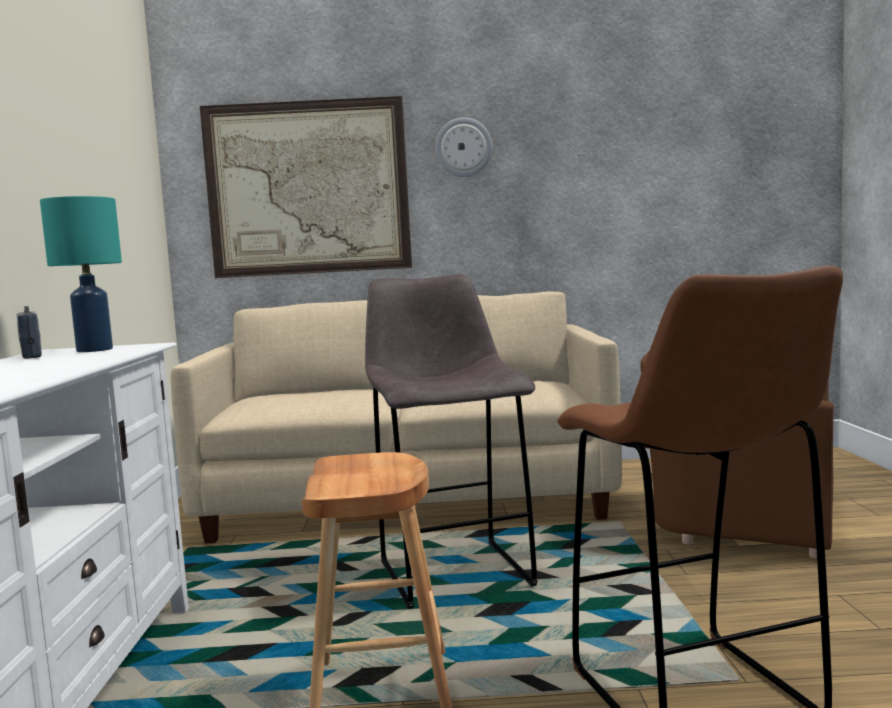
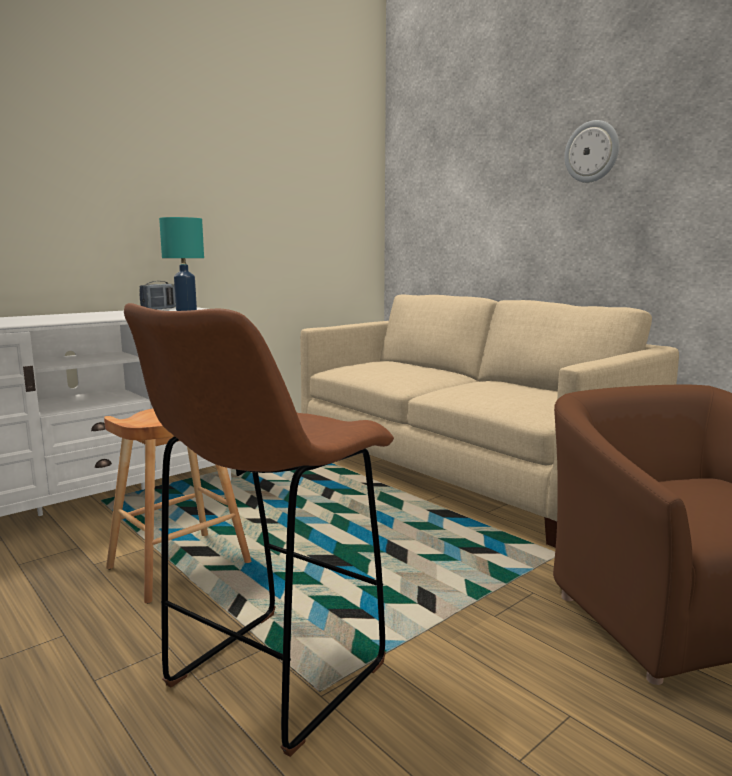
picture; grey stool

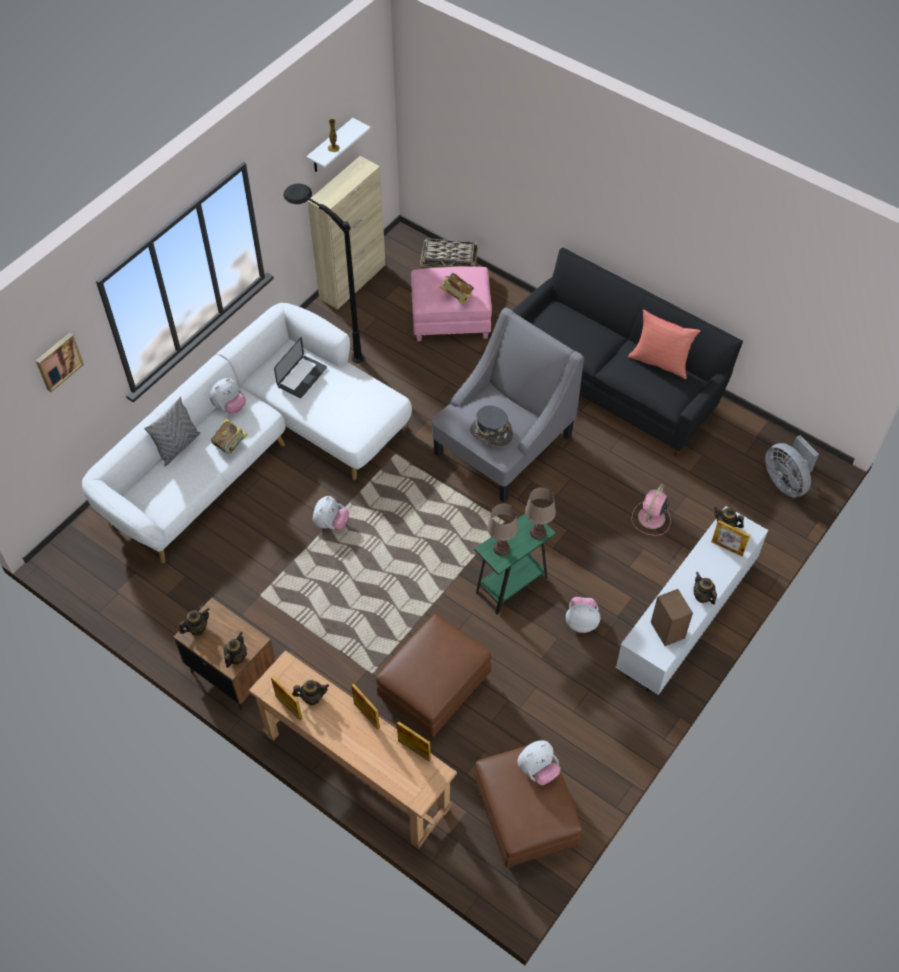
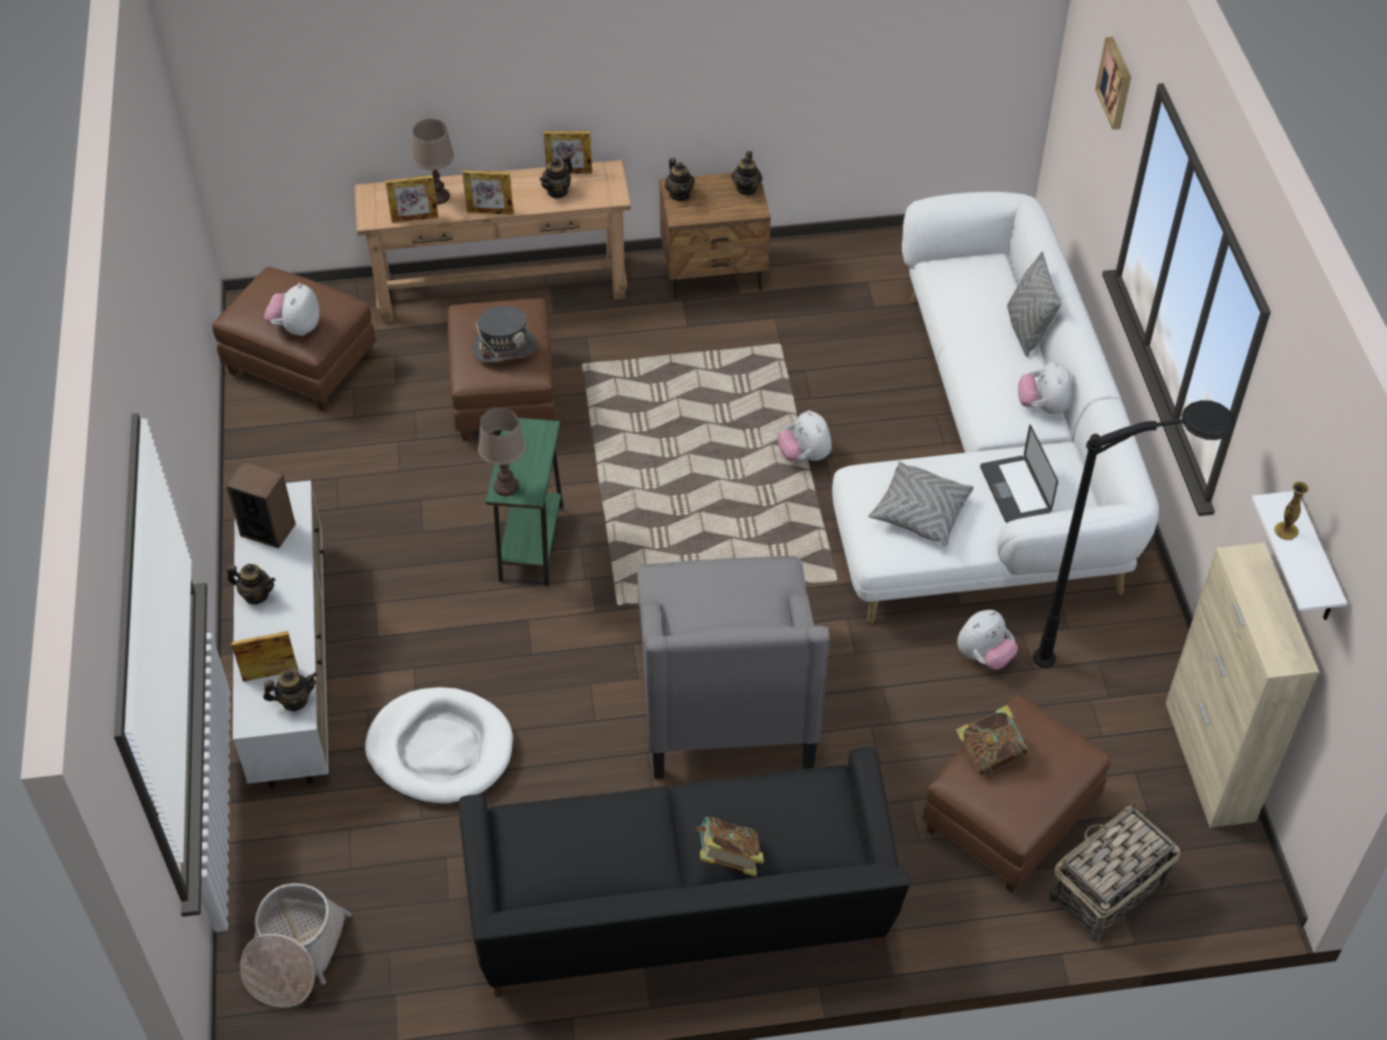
book (no. 1 from left); brownish footrest (no. 3 from left); grey clothing hat; brownish tabletop lamp (no. 1 from left); plush toy (no. 3 from left); red pillow; white-coloured dog bed; basket (no. 1 from left); grey pillow (no. 1 from left)

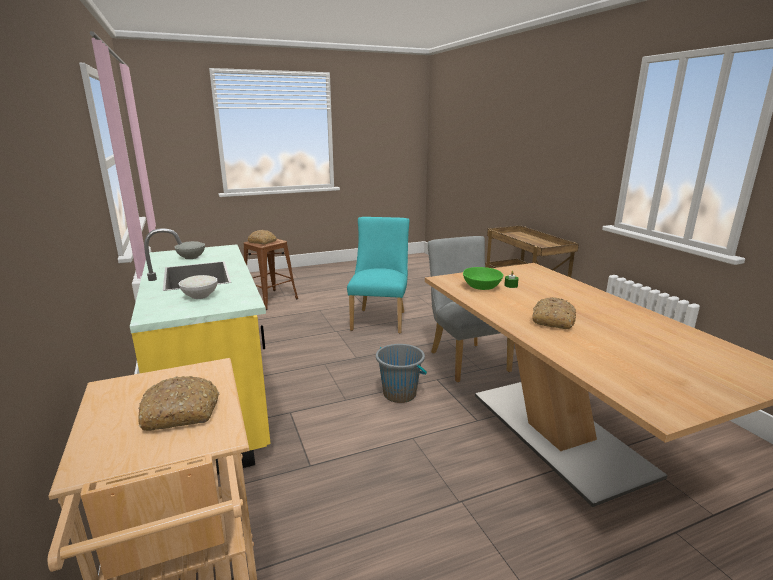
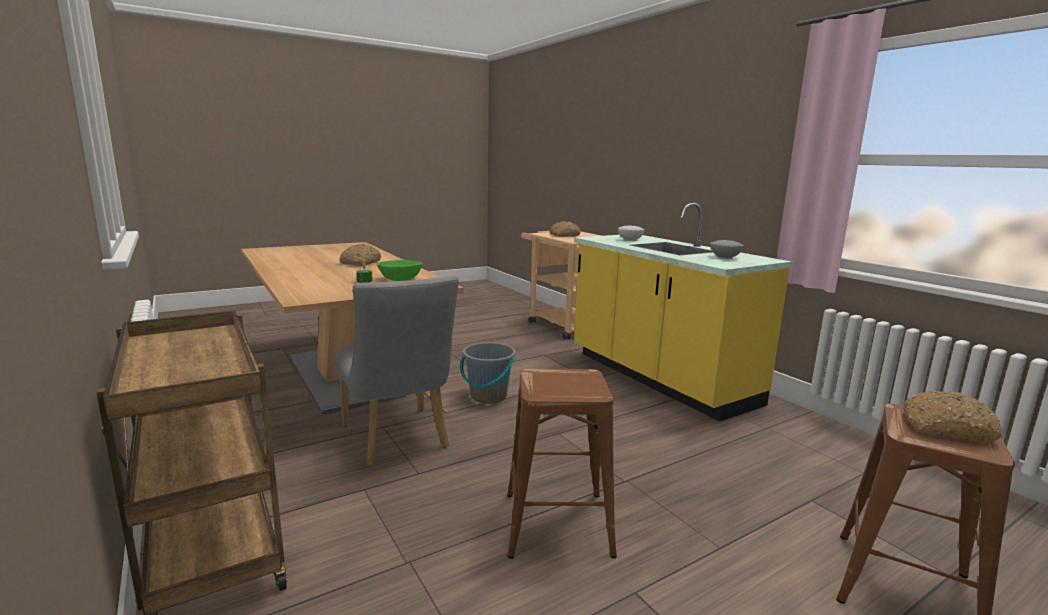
brownish stool (no. 1 from left)

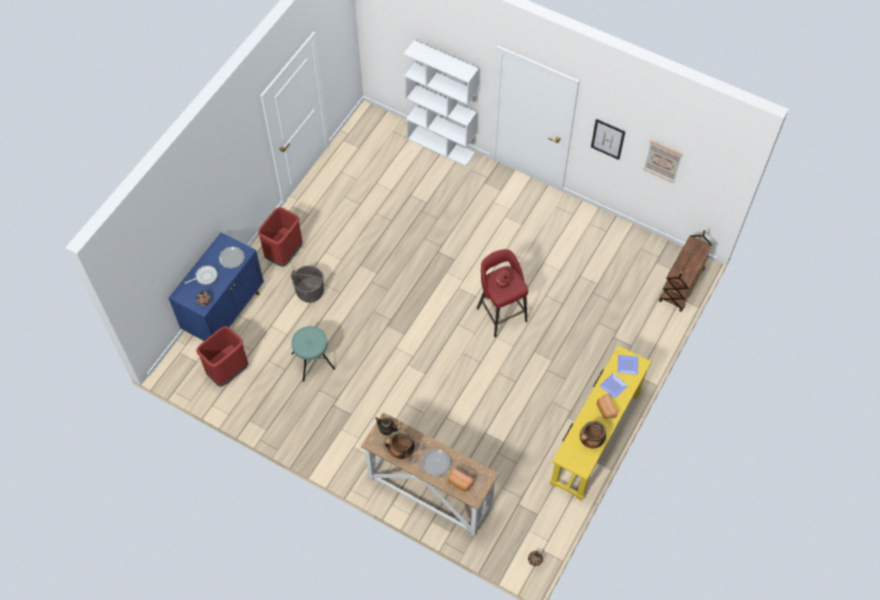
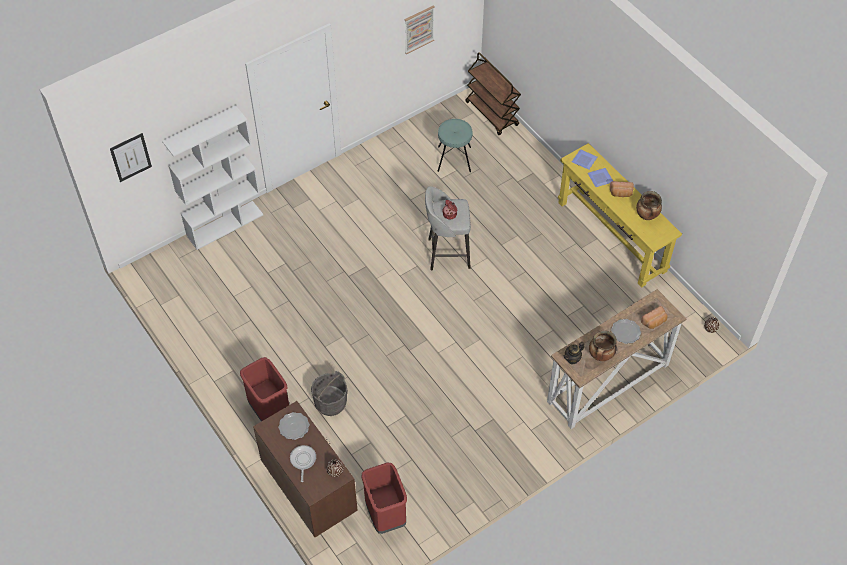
brownish storage cabinet; turquoise stool; grey stool; picture (no. 1 from left)

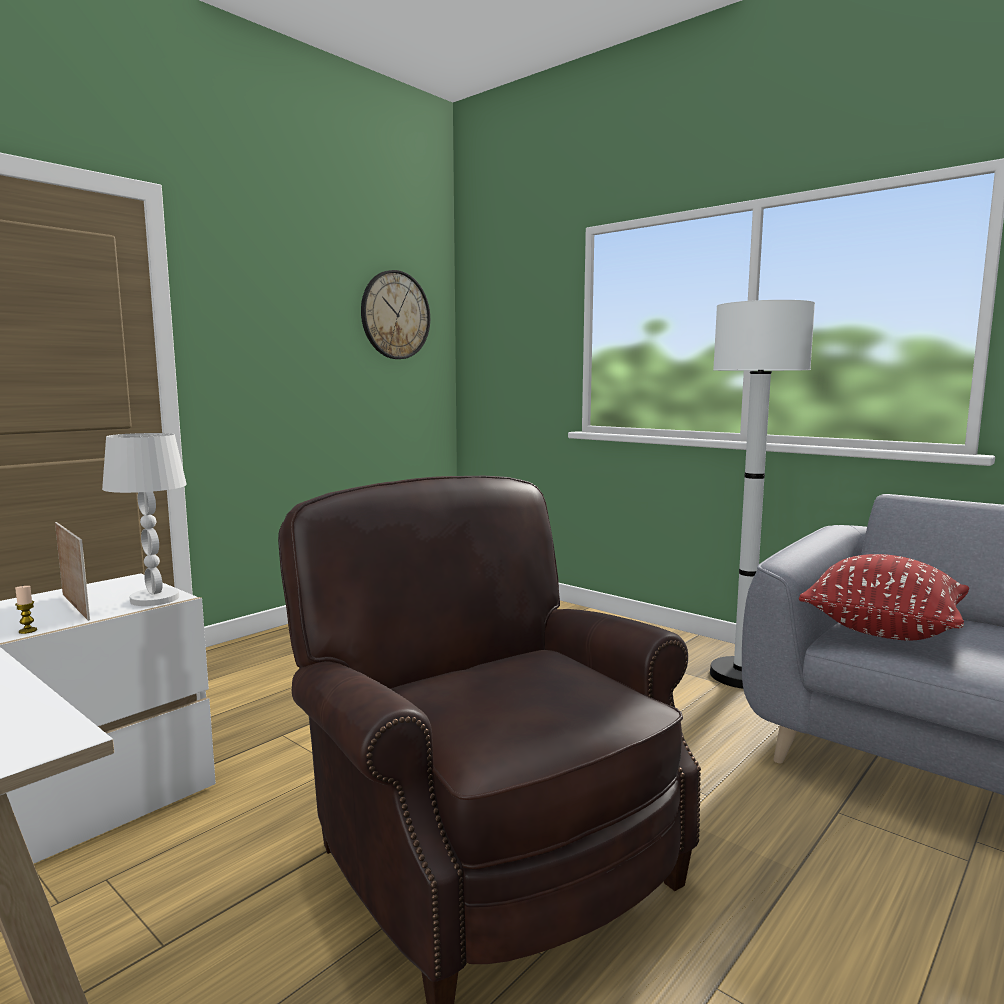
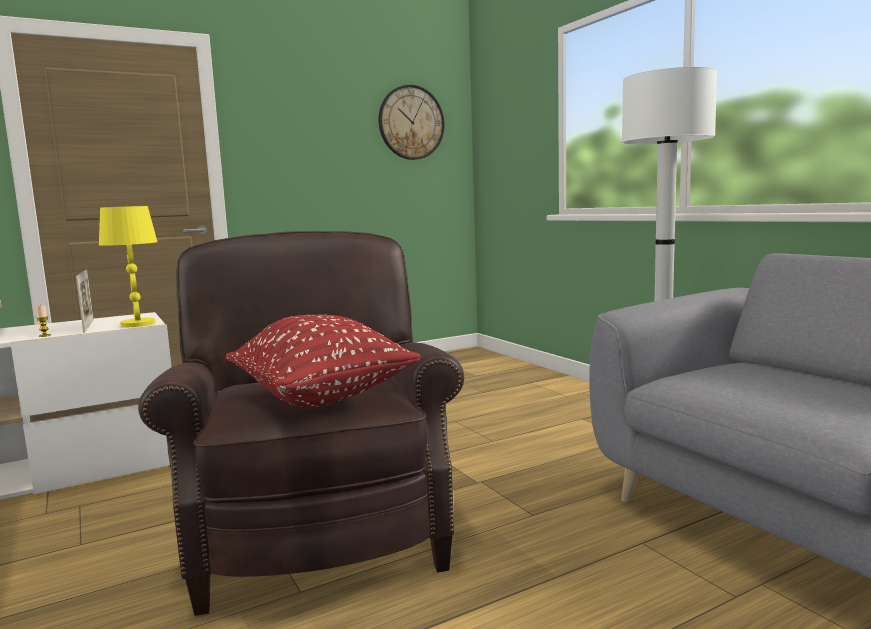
yellow-coloured tabletop lamp; red pillow

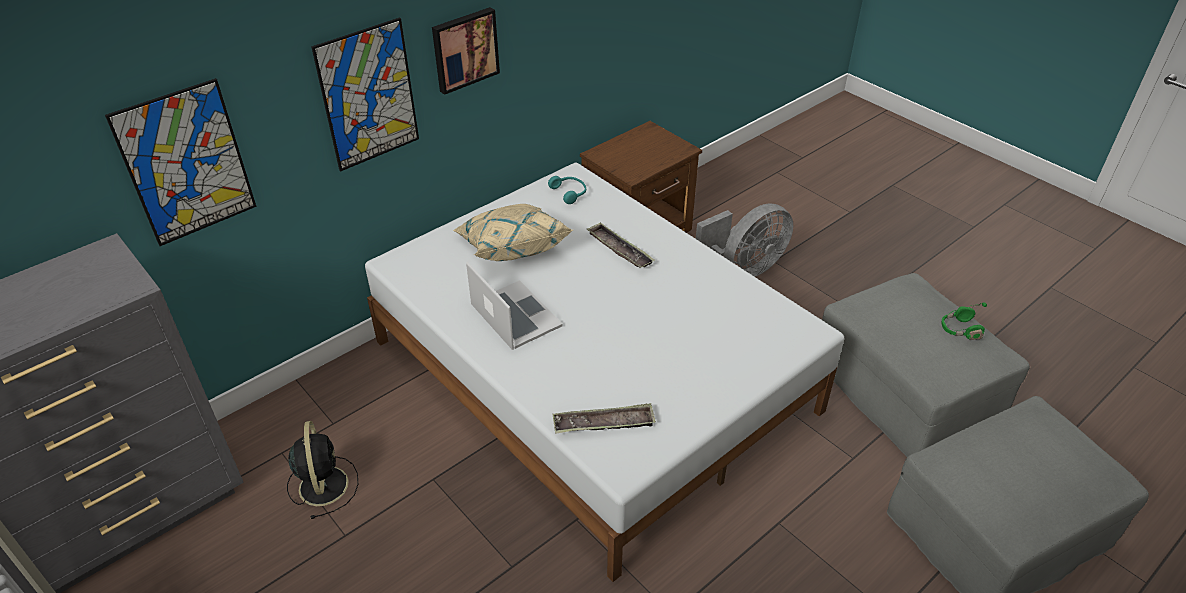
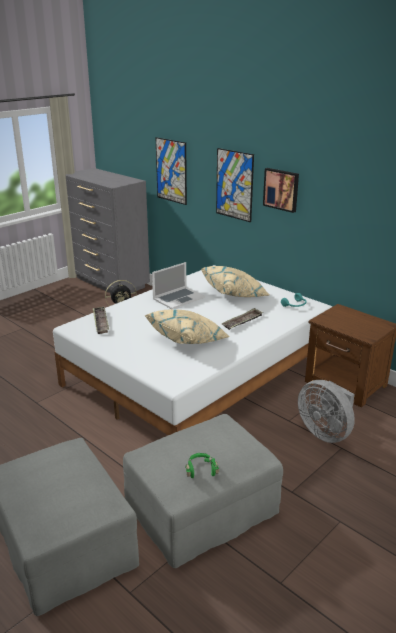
beige-coloured pillow (no. 1 from left)

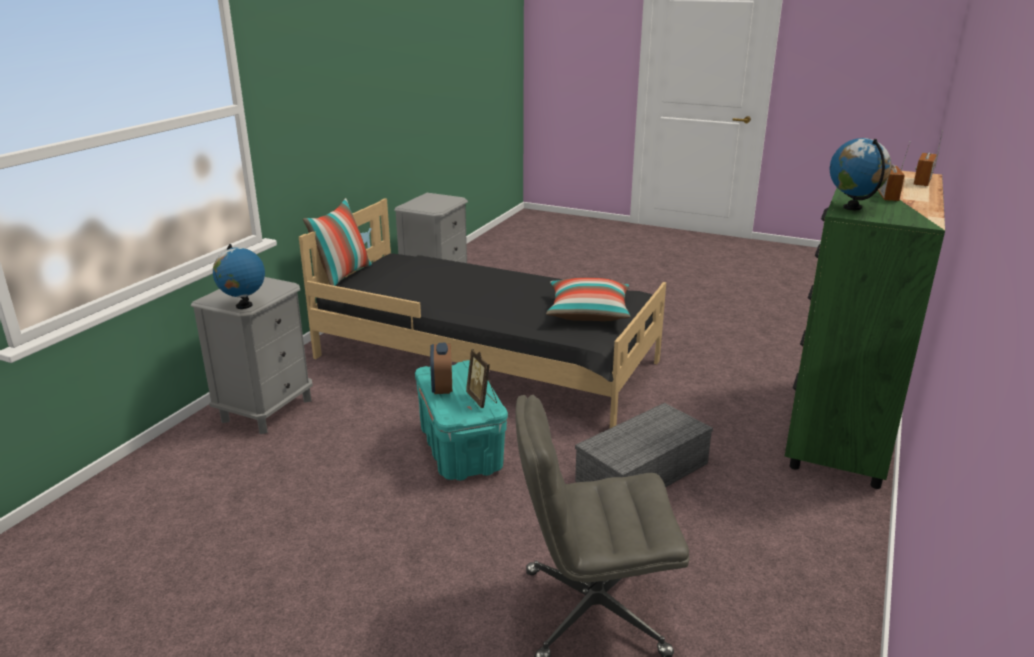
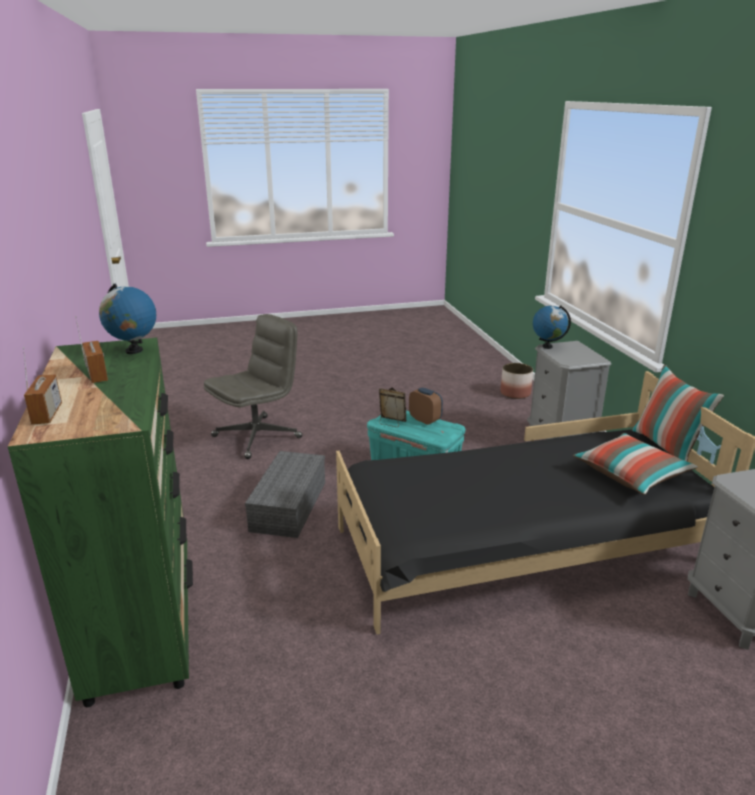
pillow (no. 1 from left); flower pot

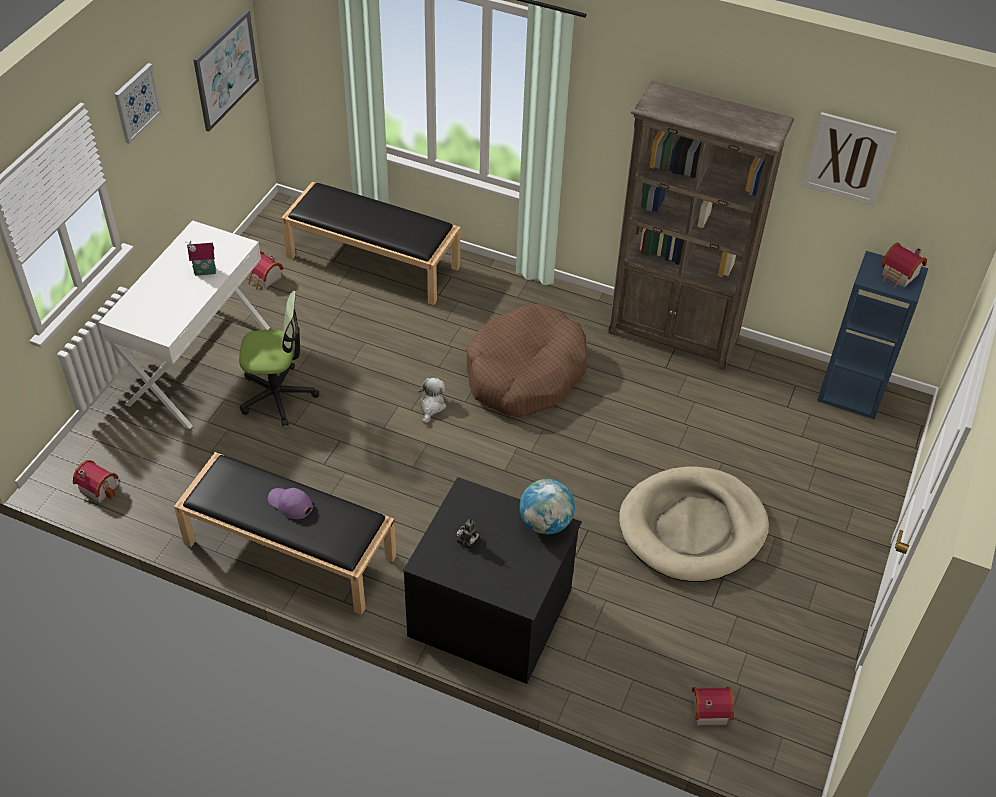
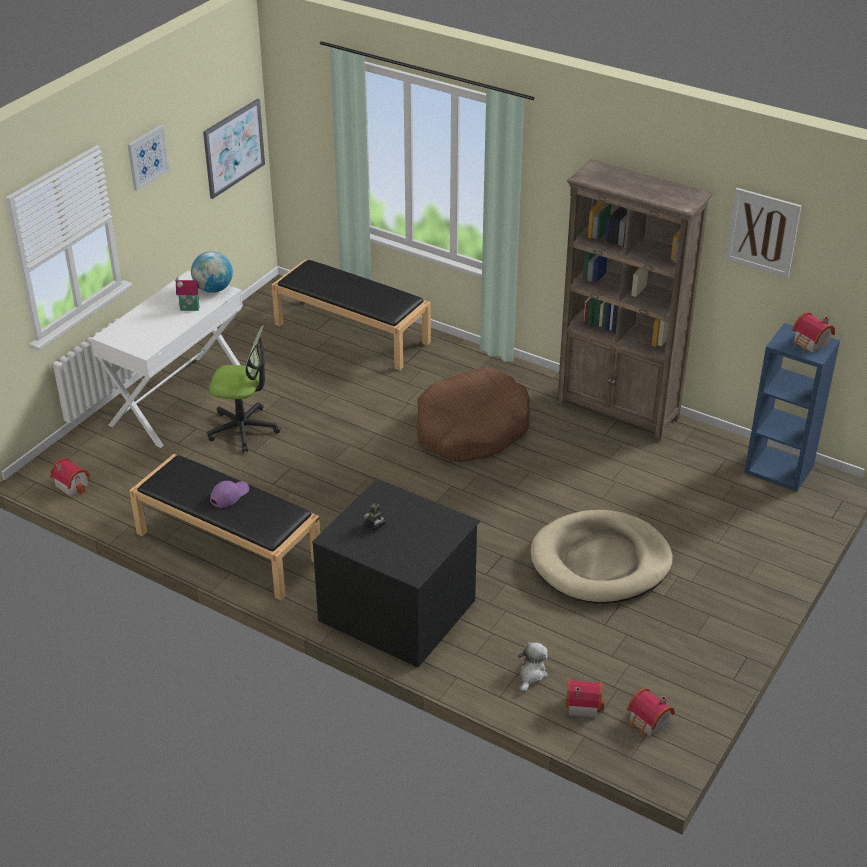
miniature house (no. 4 from left); purple-coloured peaked cap; plush toy; world globe

